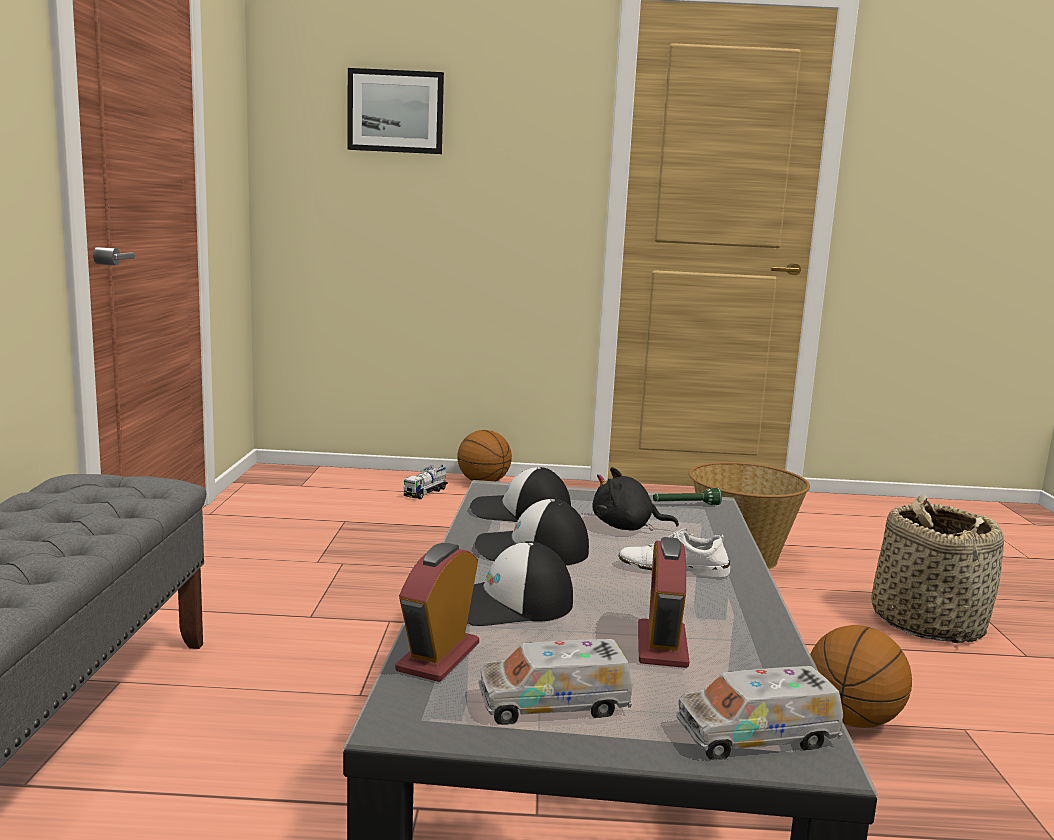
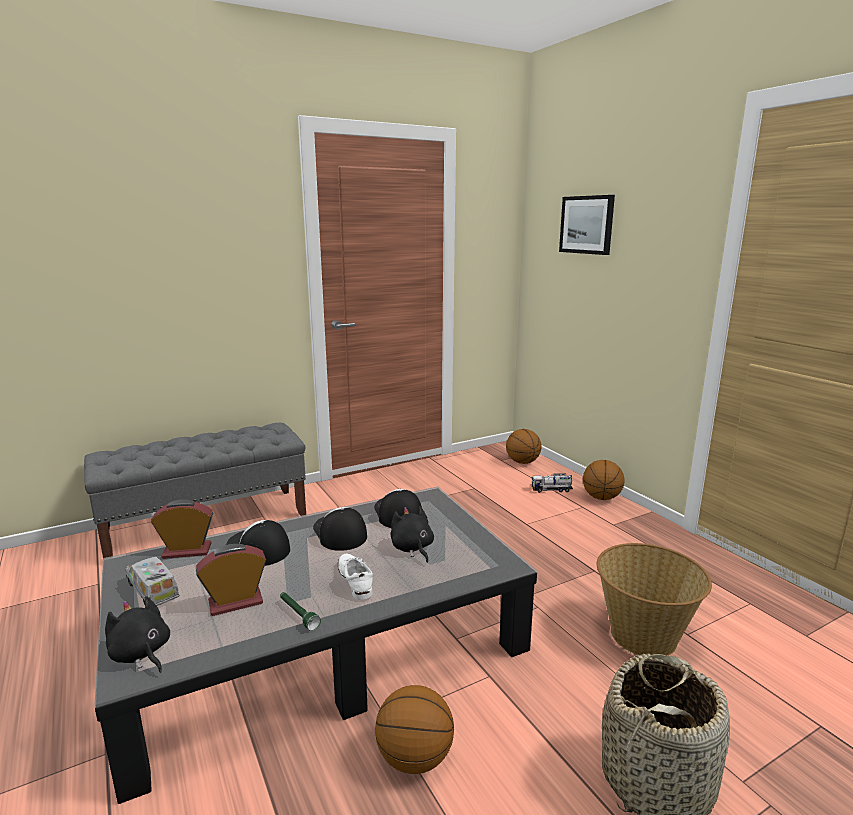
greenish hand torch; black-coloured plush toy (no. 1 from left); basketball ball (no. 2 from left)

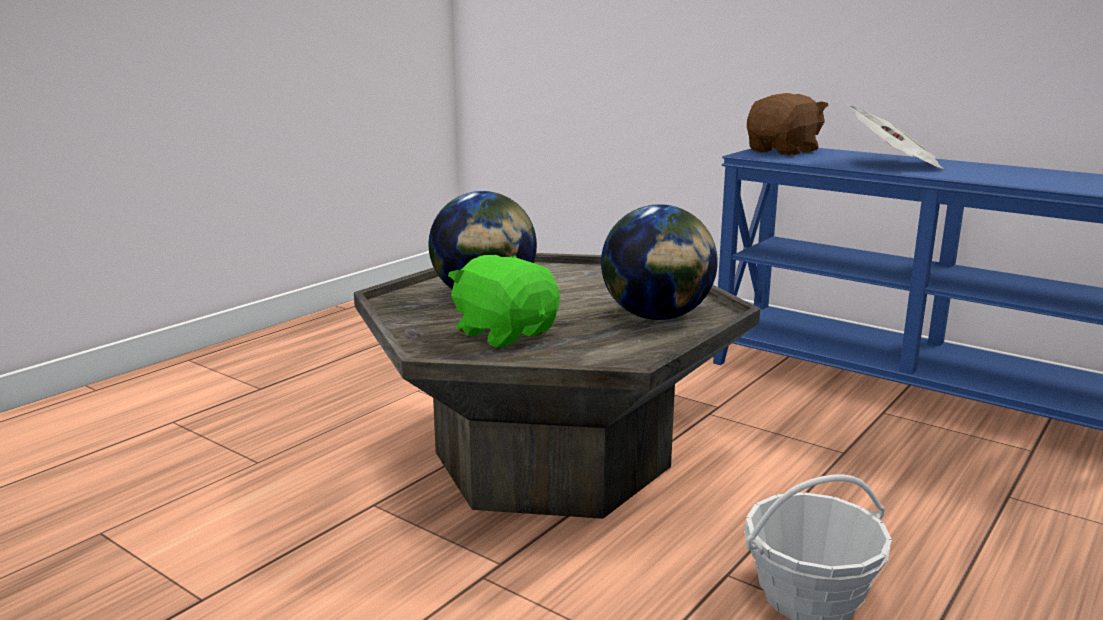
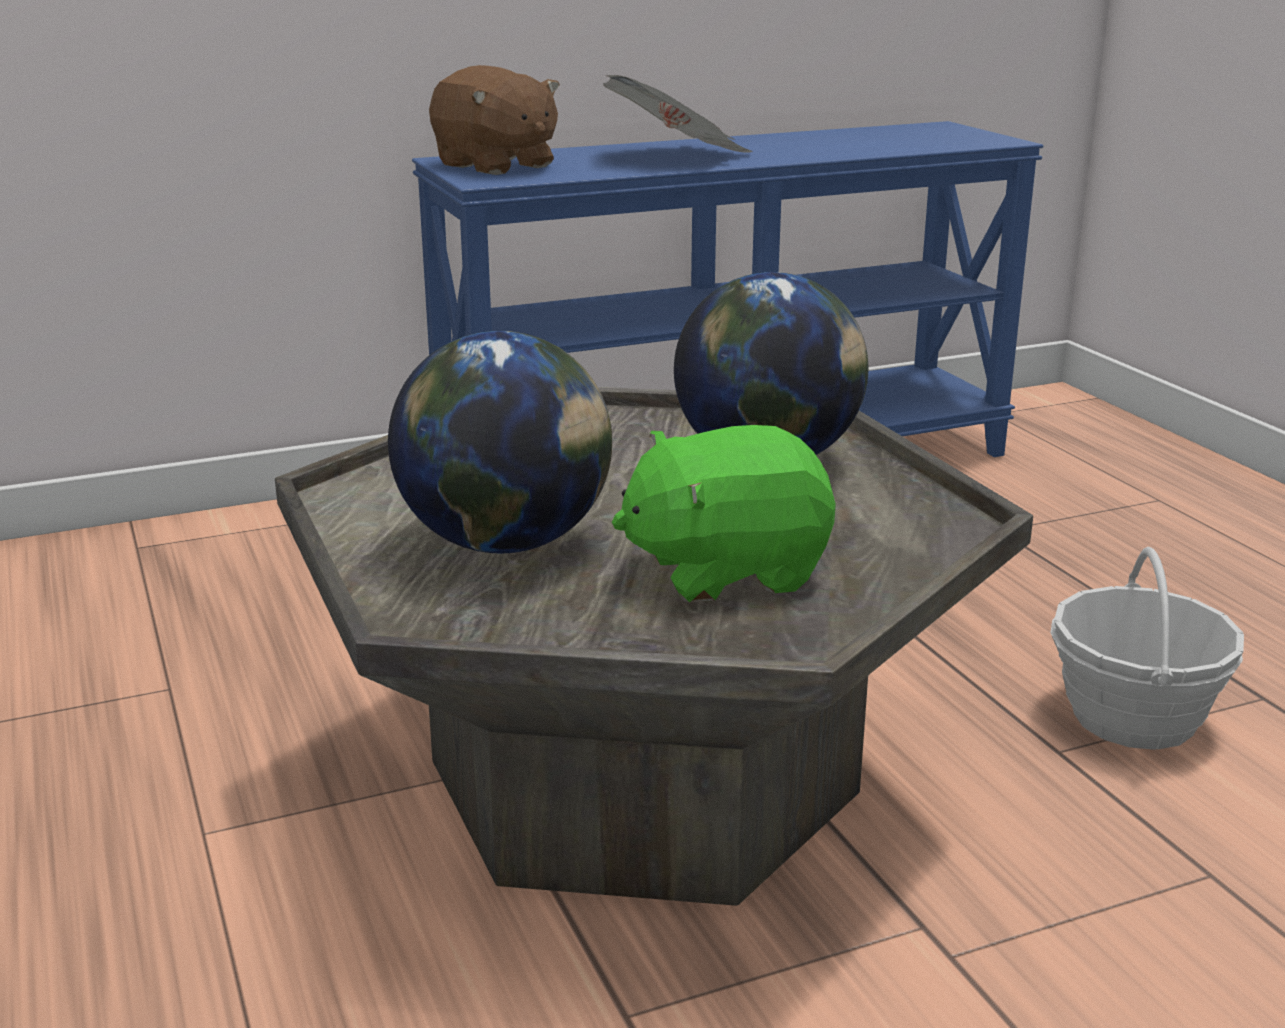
brownish plush toy

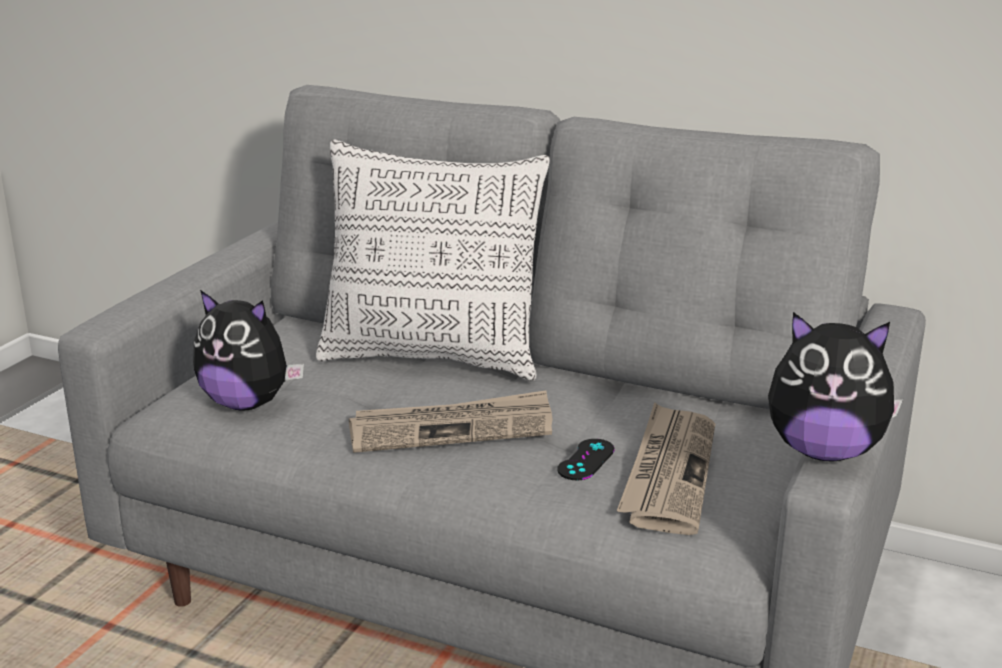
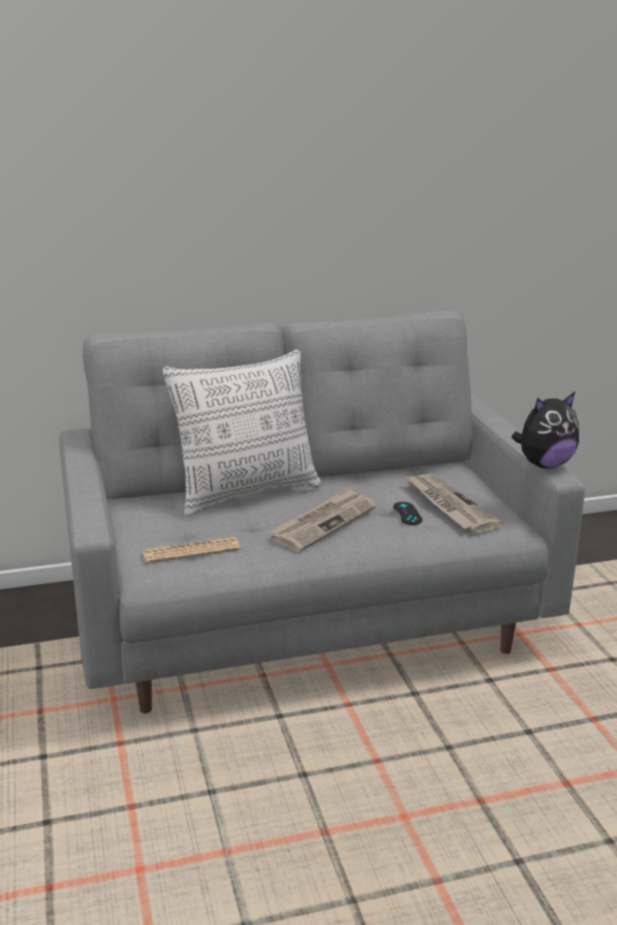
daily paper (no. 1 from left)

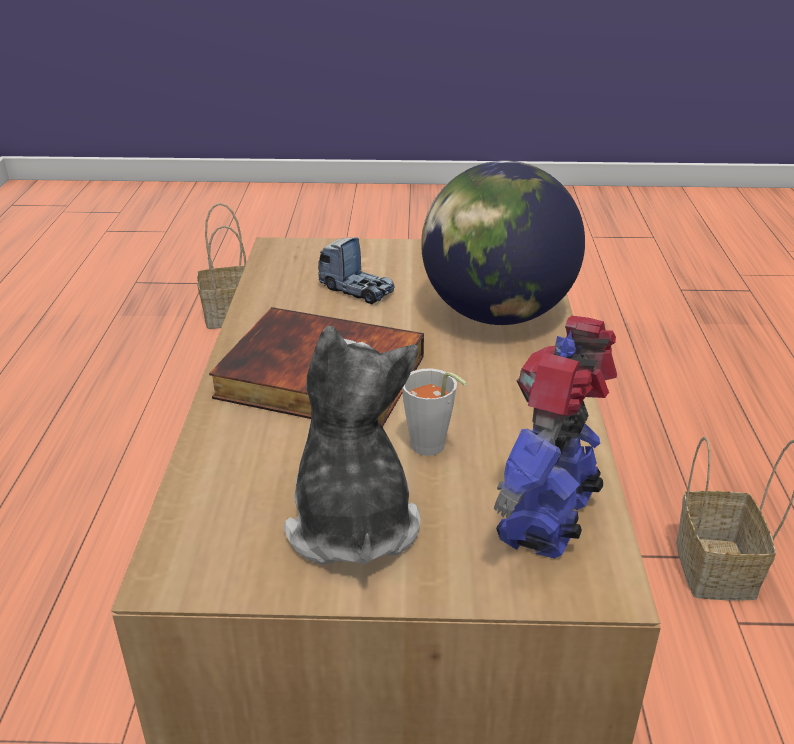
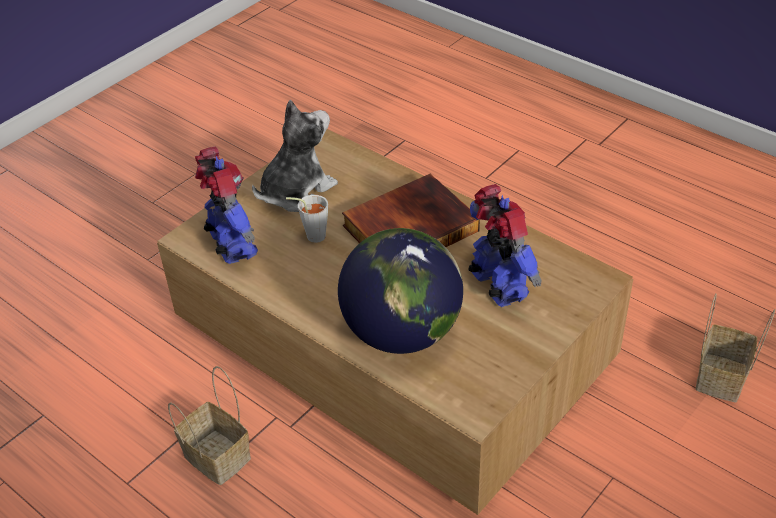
plush toy; model robot (no. 2 from left)

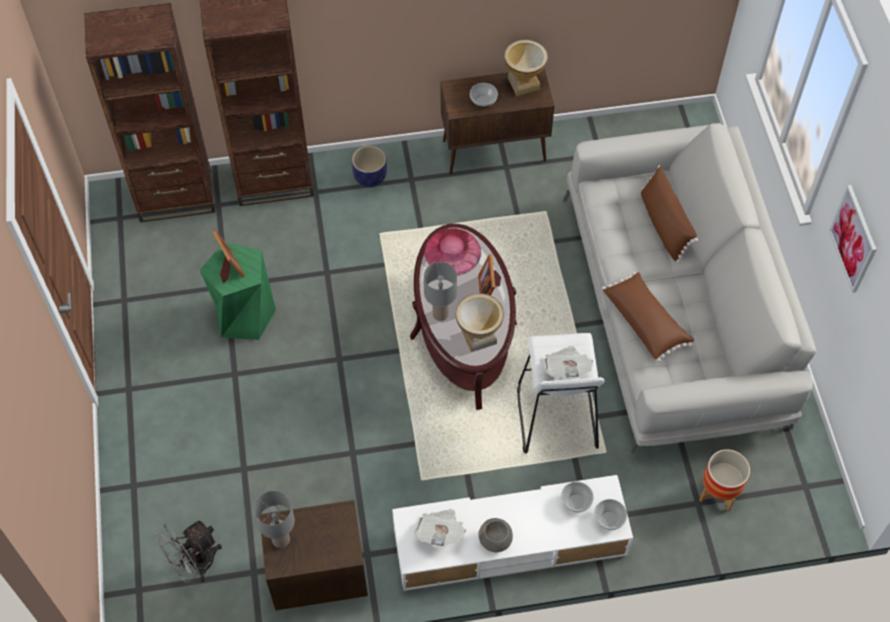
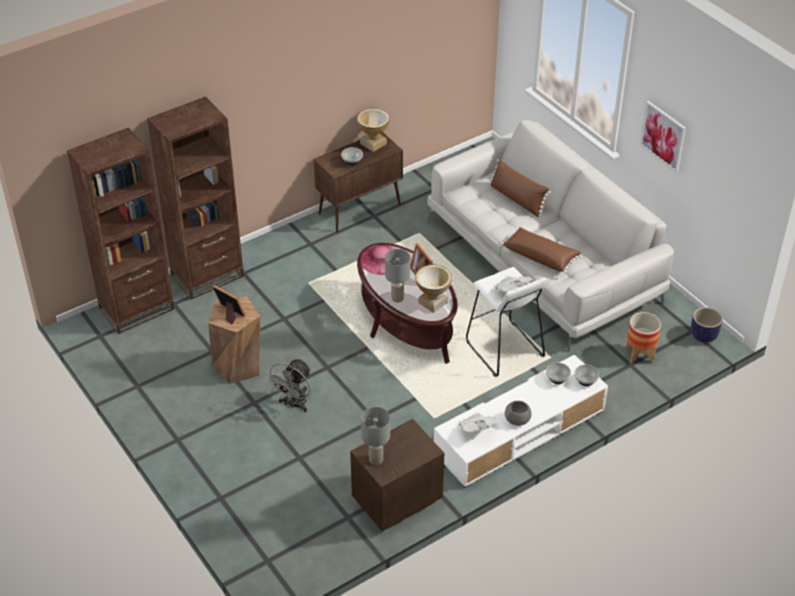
grey cooling fan; brownish stool; flower pot (no. 2 from left)

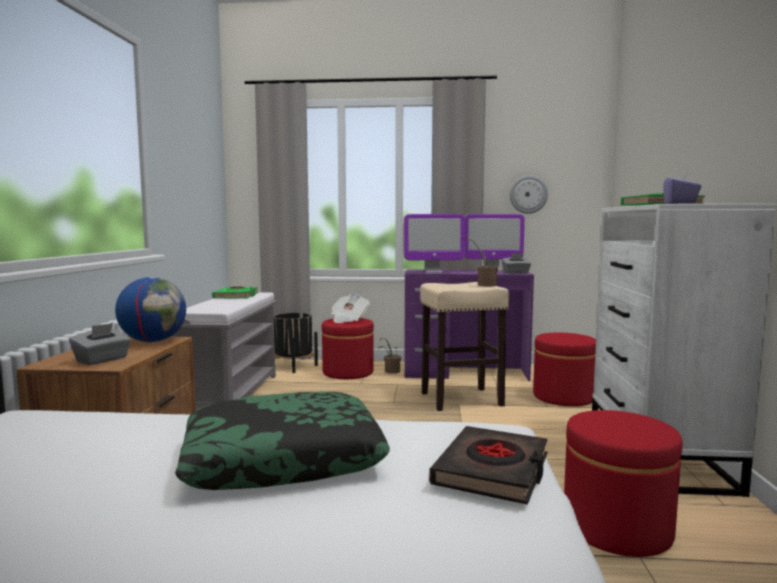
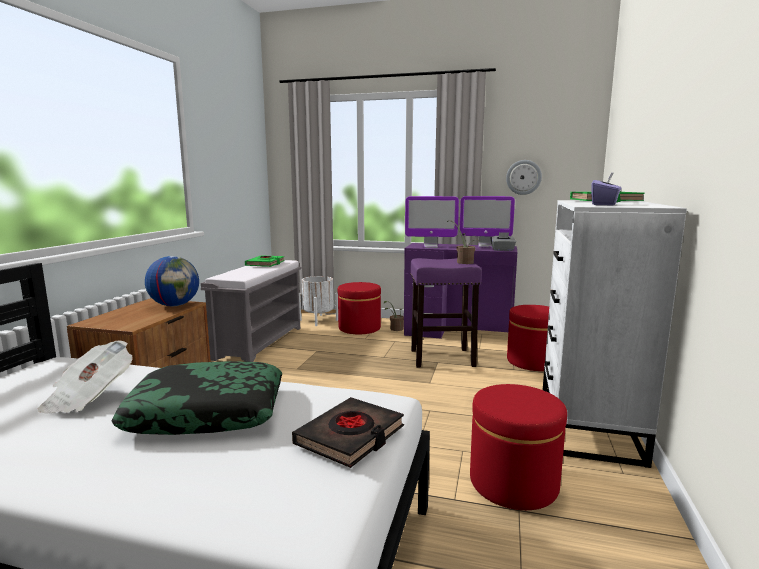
grey box of tissues (no. 1 from left in the first image); white-coloured flower pot; daily paper; purple-coloured stool

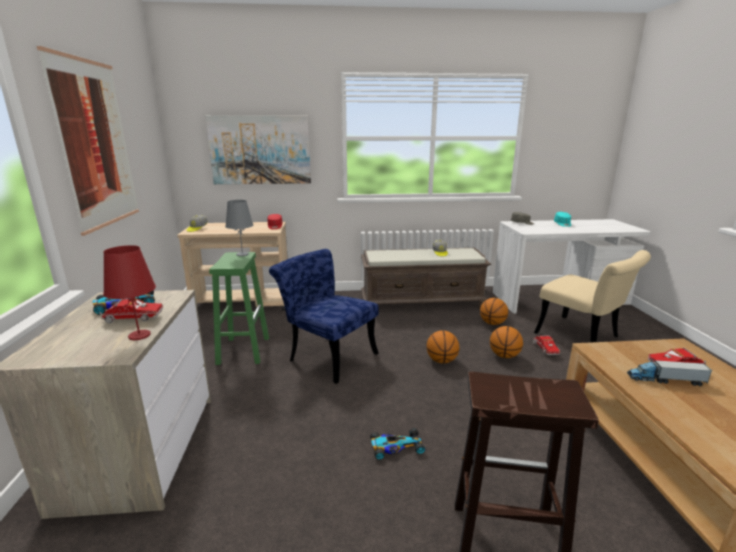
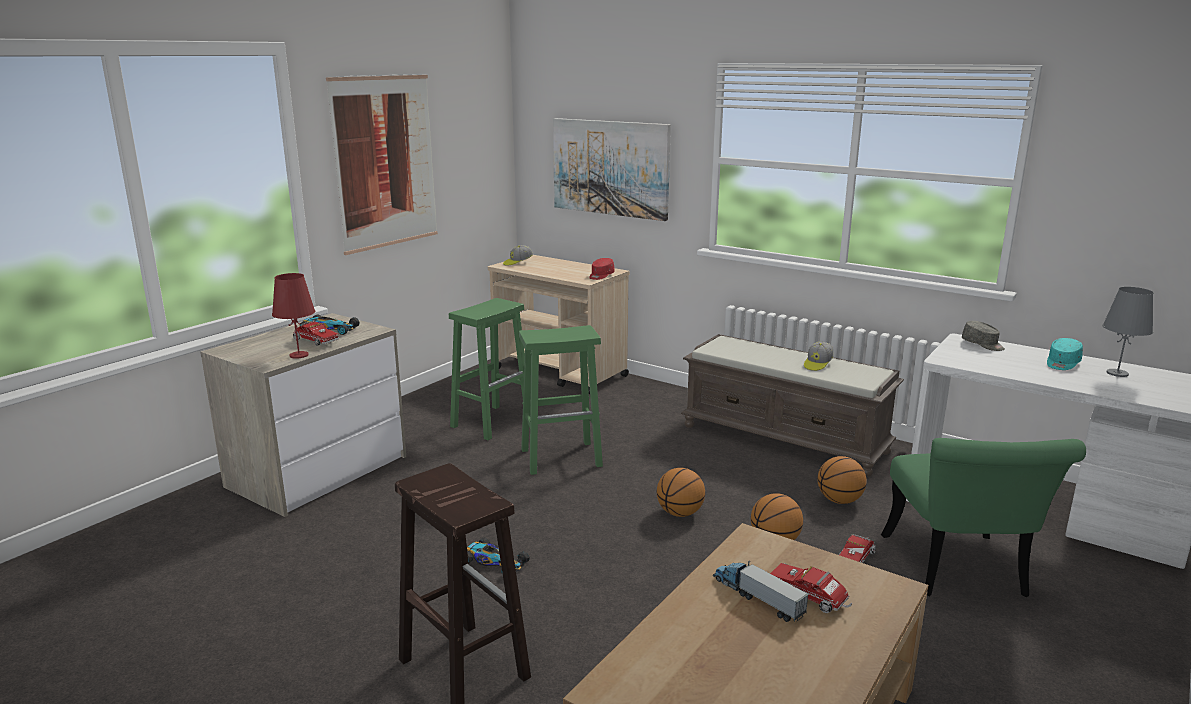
grey tabletop lamp; greenish stool (no. 2 from left); greenish plain chair

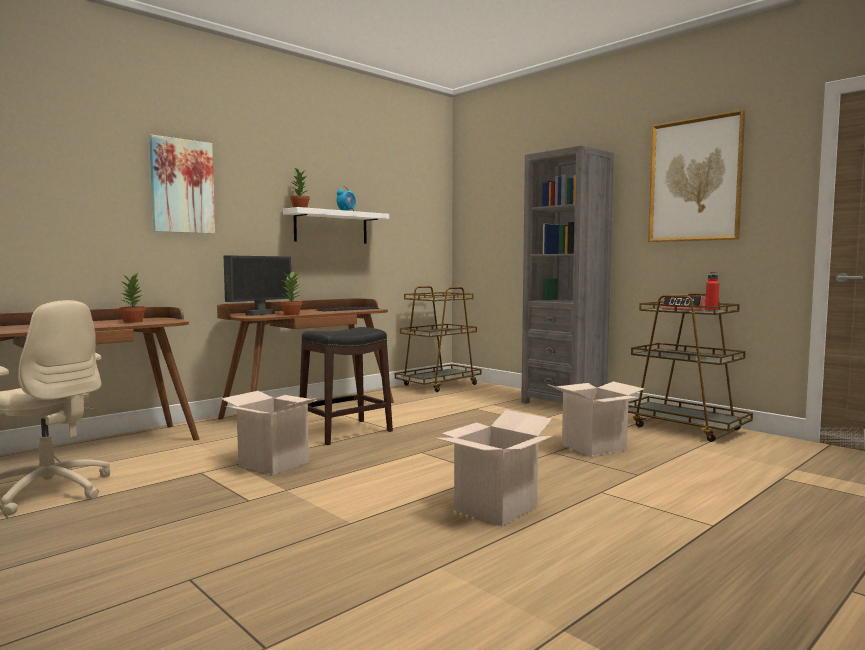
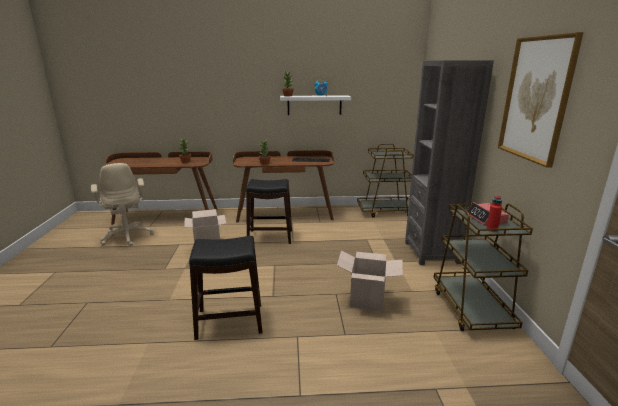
picture (no. 1 from left in the first image); computer display; black-coloured stool (no. 1 from left)

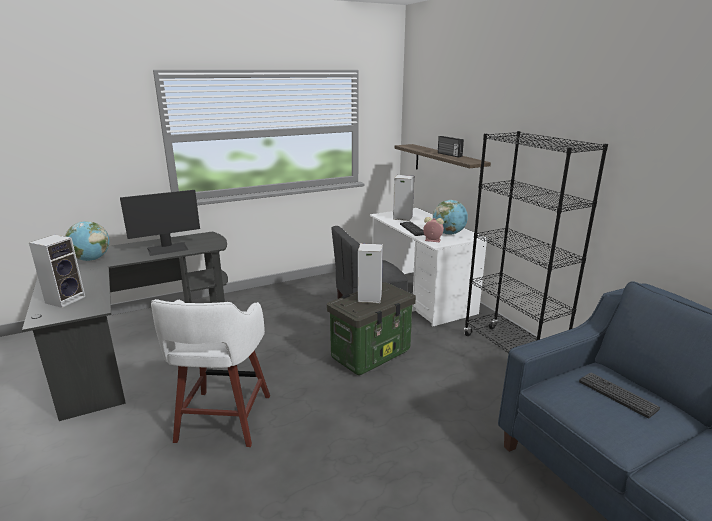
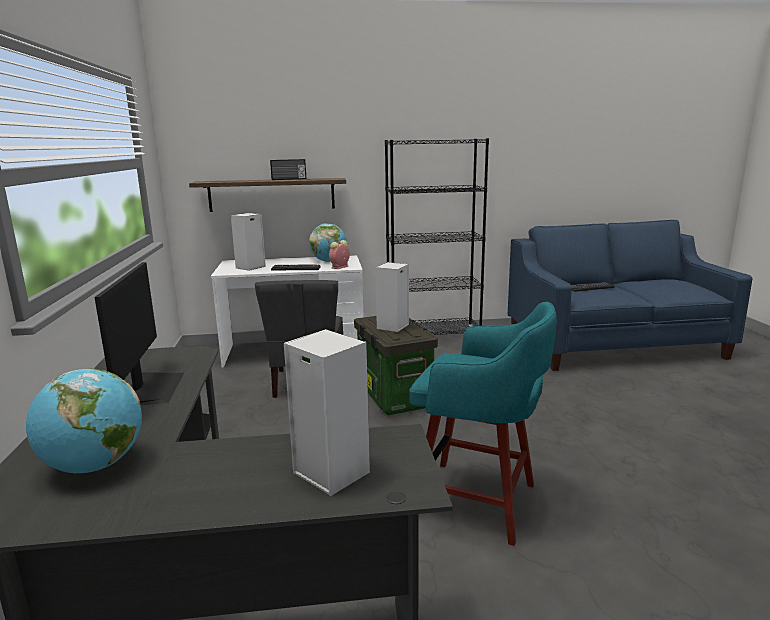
turquoise stool

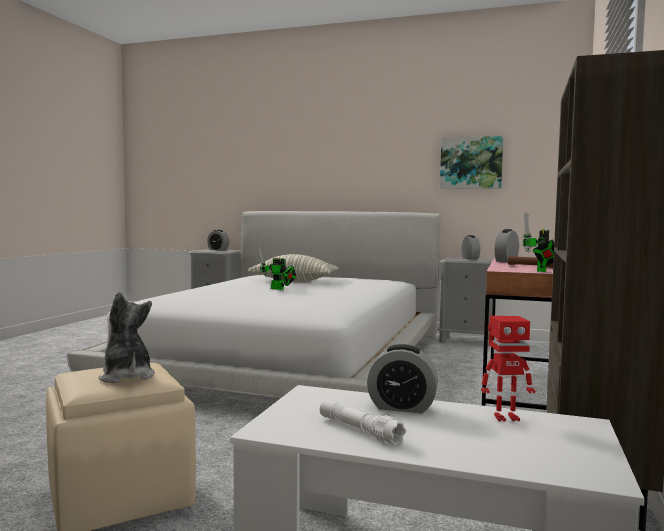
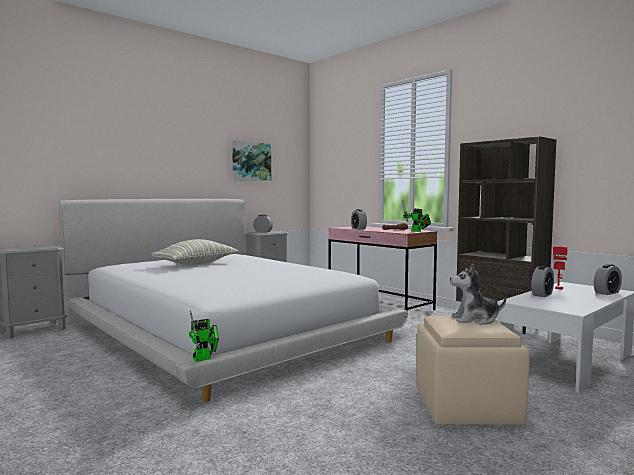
alarm clock (no. 4 from left); model robot (no. 1 from left); white-coloured hand torch

